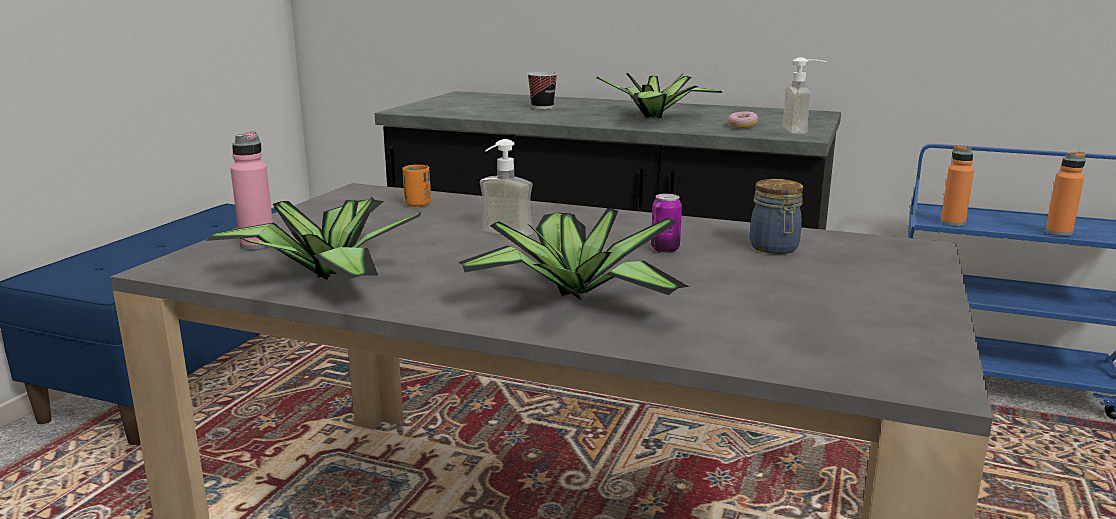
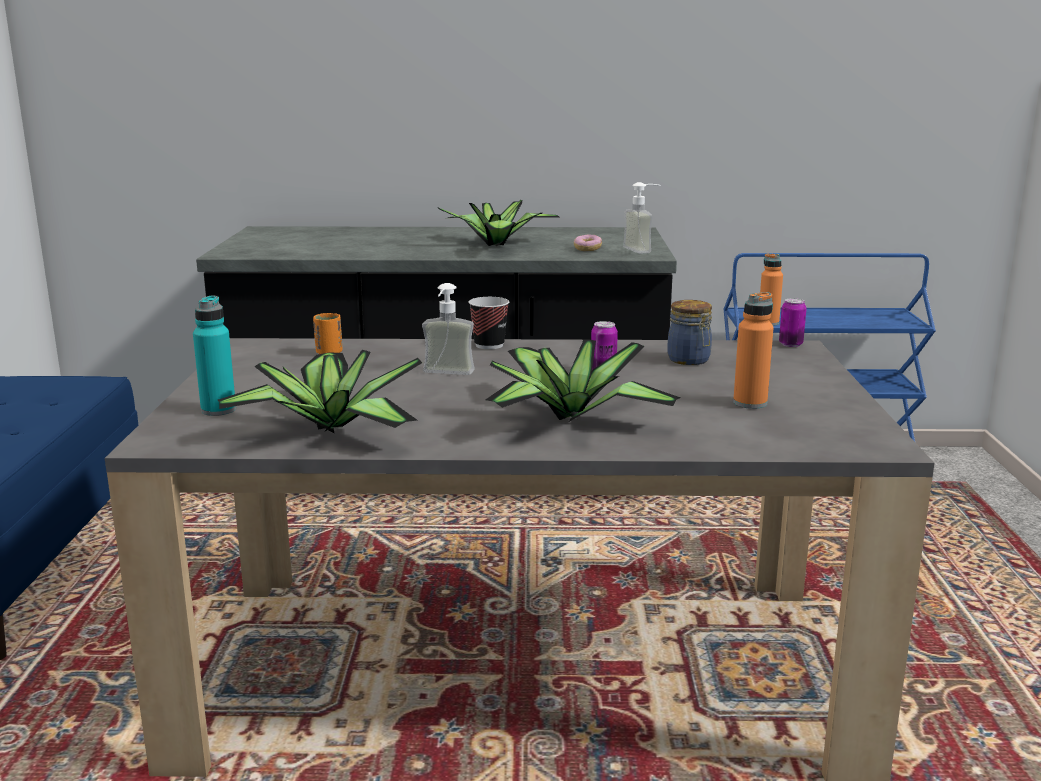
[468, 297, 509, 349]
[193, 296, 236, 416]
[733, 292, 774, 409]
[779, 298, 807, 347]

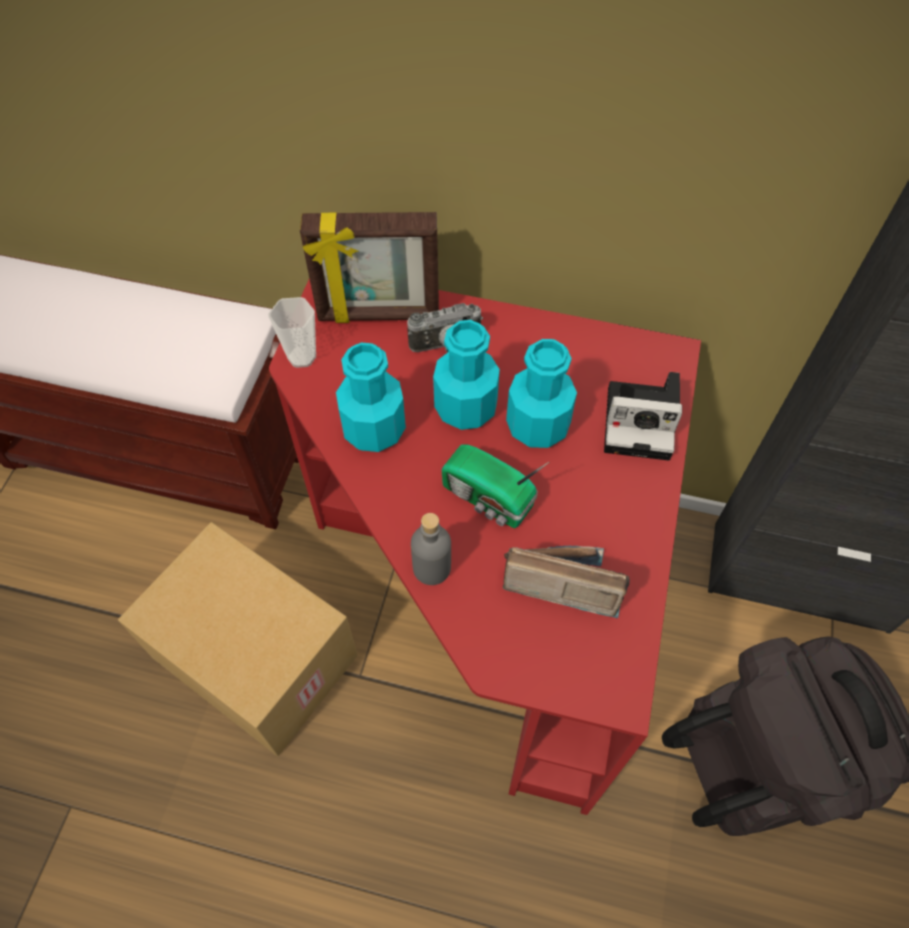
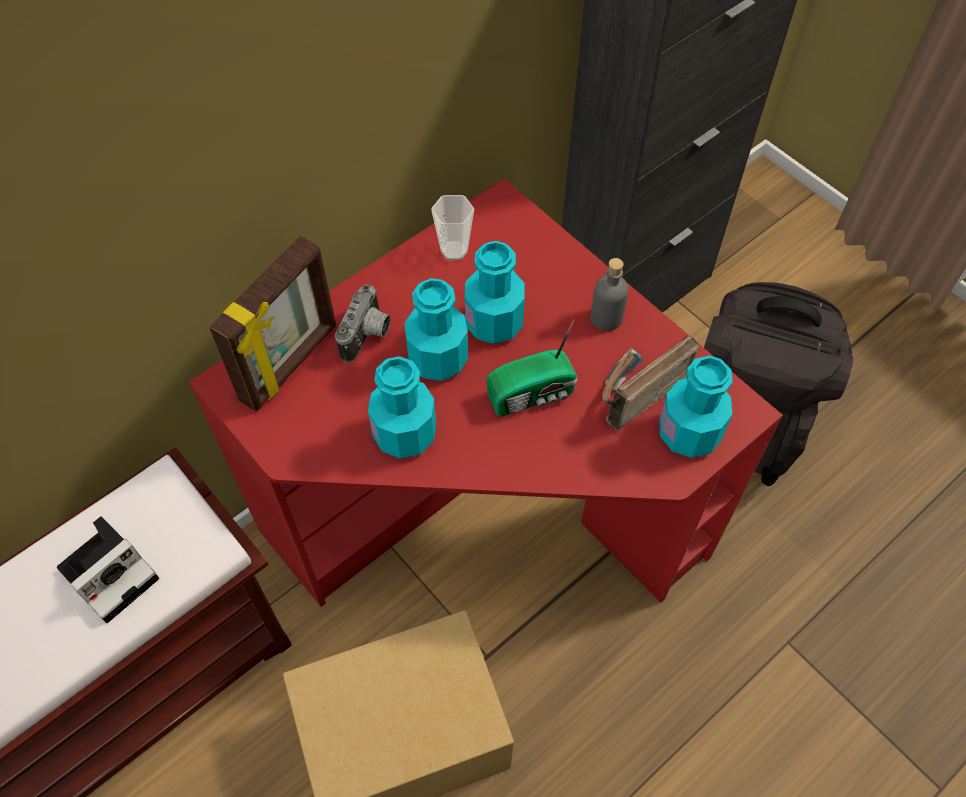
[431, 195, 474, 260]
[56, 516, 159, 623]
[591, 258, 629, 331]
[659, 356, 733, 458]

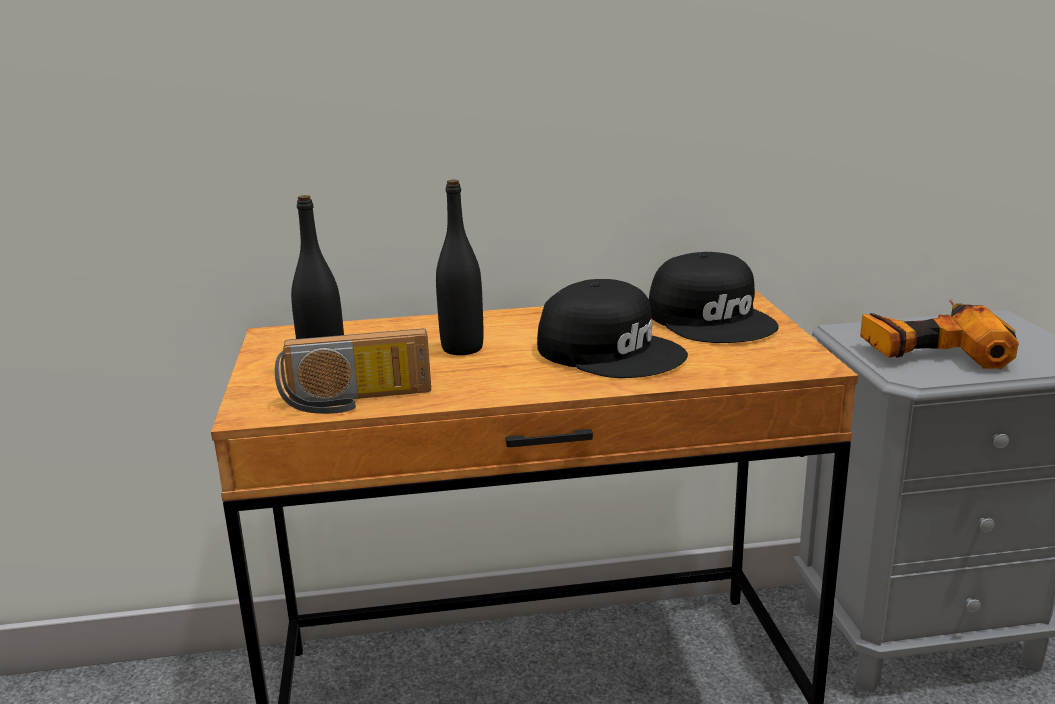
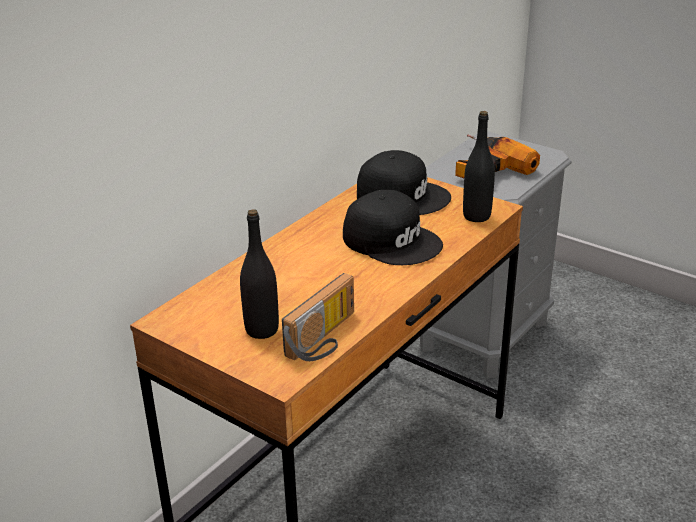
[463, 111, 495, 222]
[343, 190, 443, 265]

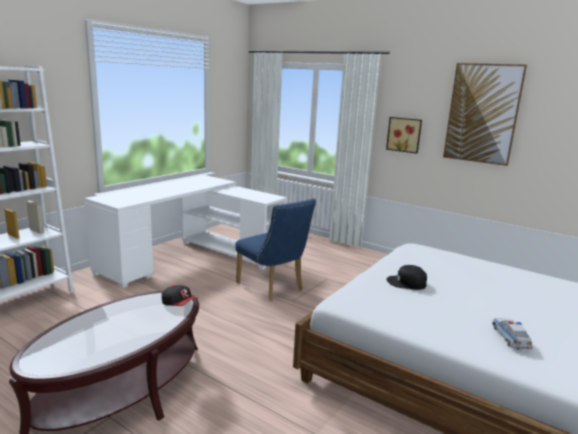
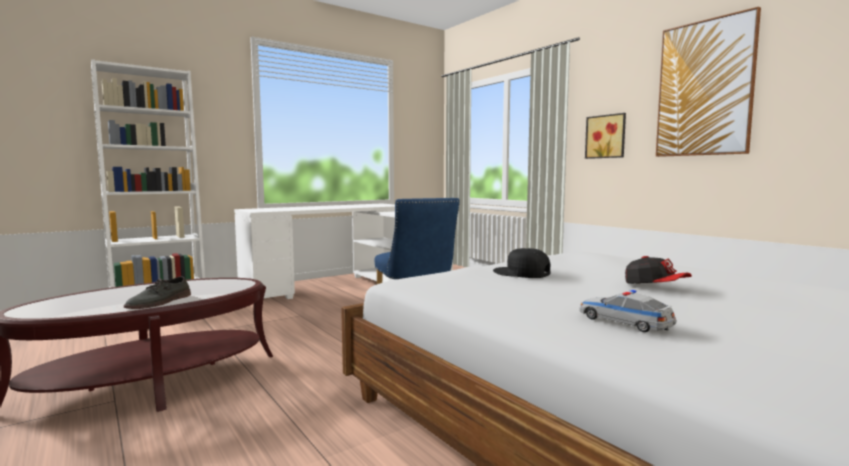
[625, 256, 692, 284]
[580, 290, 677, 332]
[124, 276, 191, 309]

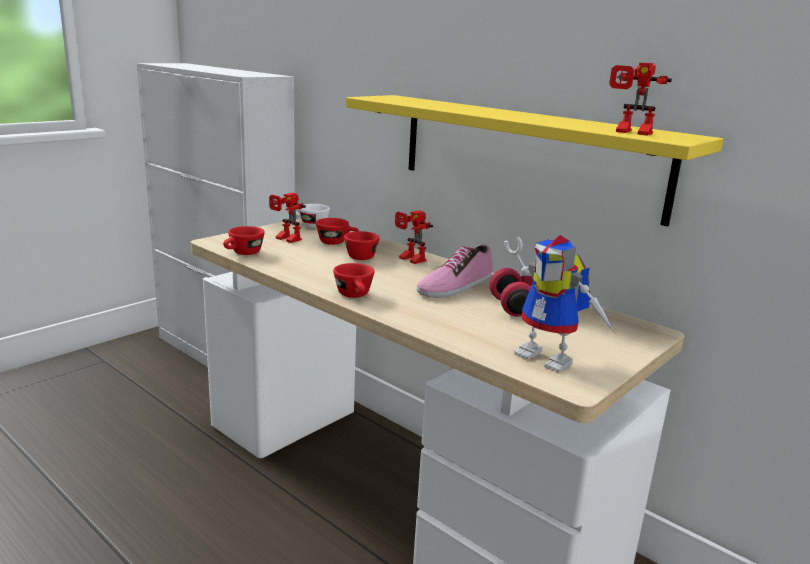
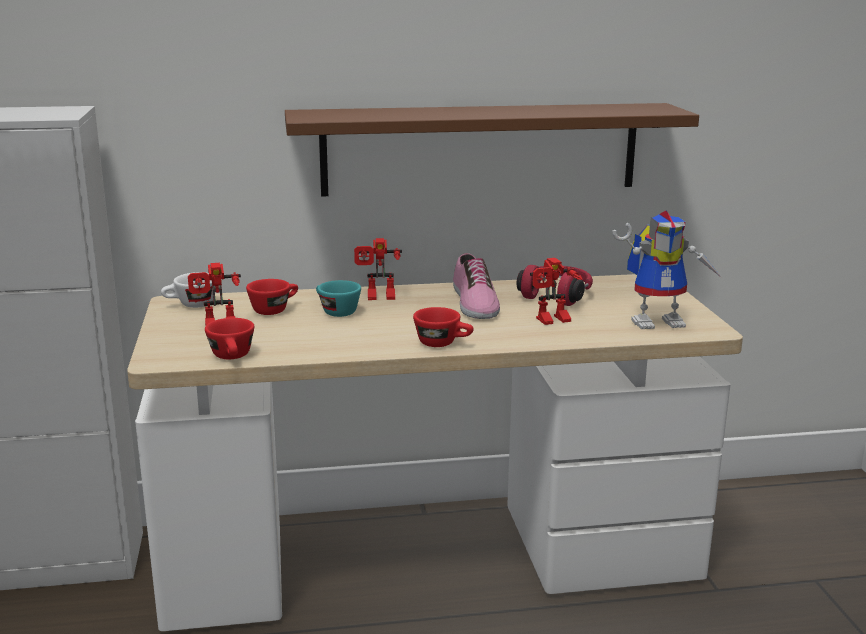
[530, 258, 583, 325]
[285, 103, 699, 197]
[316, 280, 361, 317]

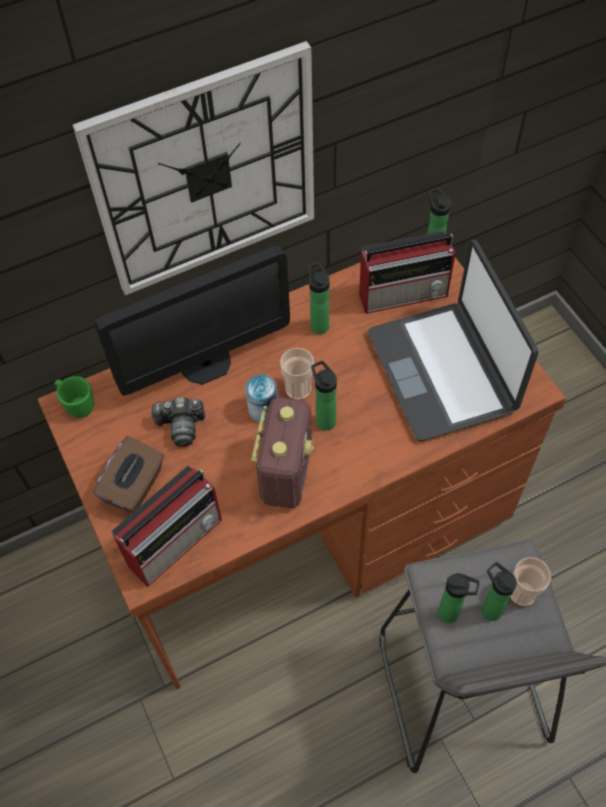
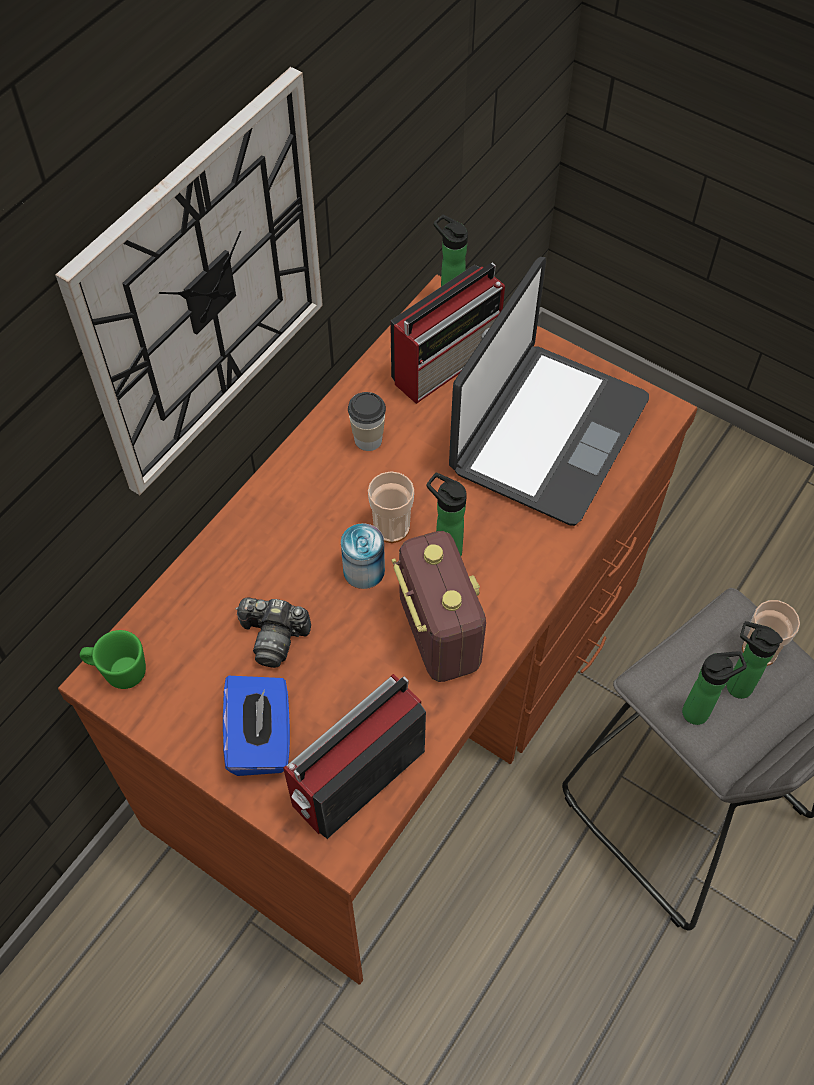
[449, 257, 649, 526]
[95, 245, 290, 396] (first image)
[348, 392, 386, 451]
[235, 598, 311, 668]
[223, 676, 290, 776]
[283, 674, 426, 839]

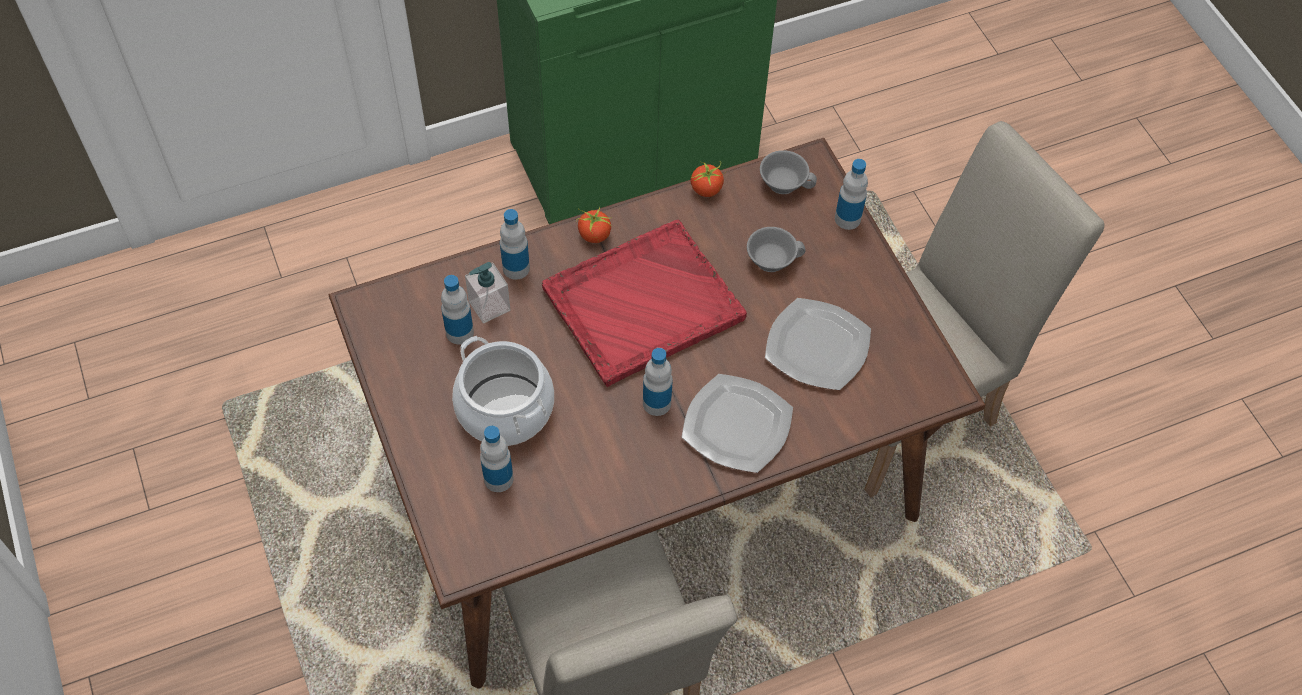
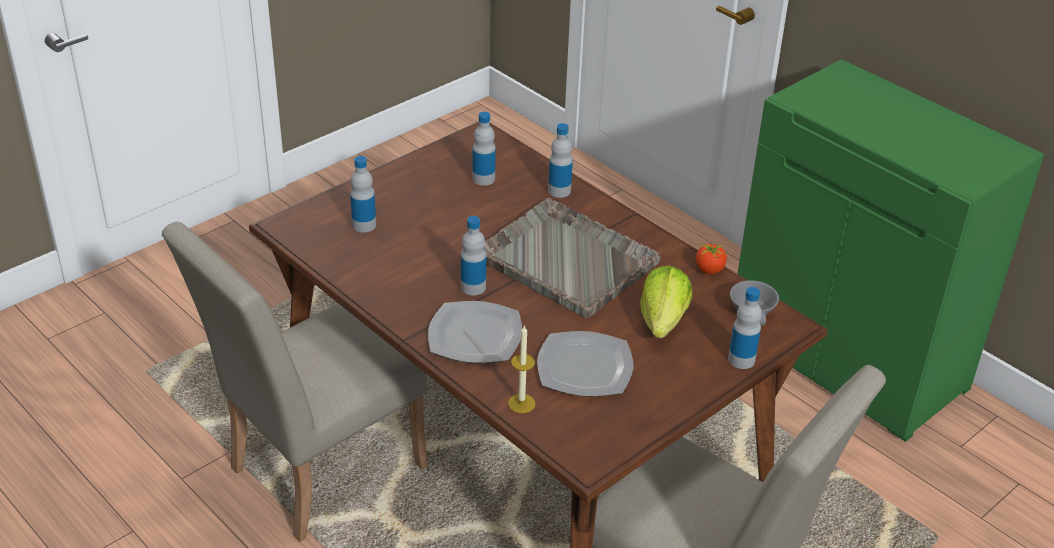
[576, 207, 612, 243] (first image)
[484, 198, 661, 318]
[640, 265, 692, 338]
[465, 262, 511, 324] (first image)
[452, 336, 554, 446] (first image)
[508, 325, 535, 413]

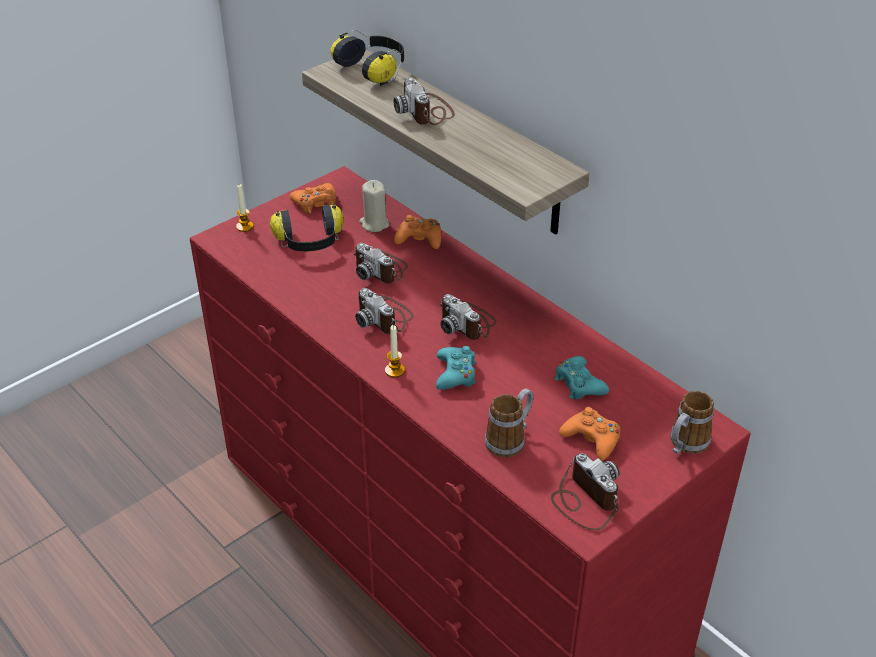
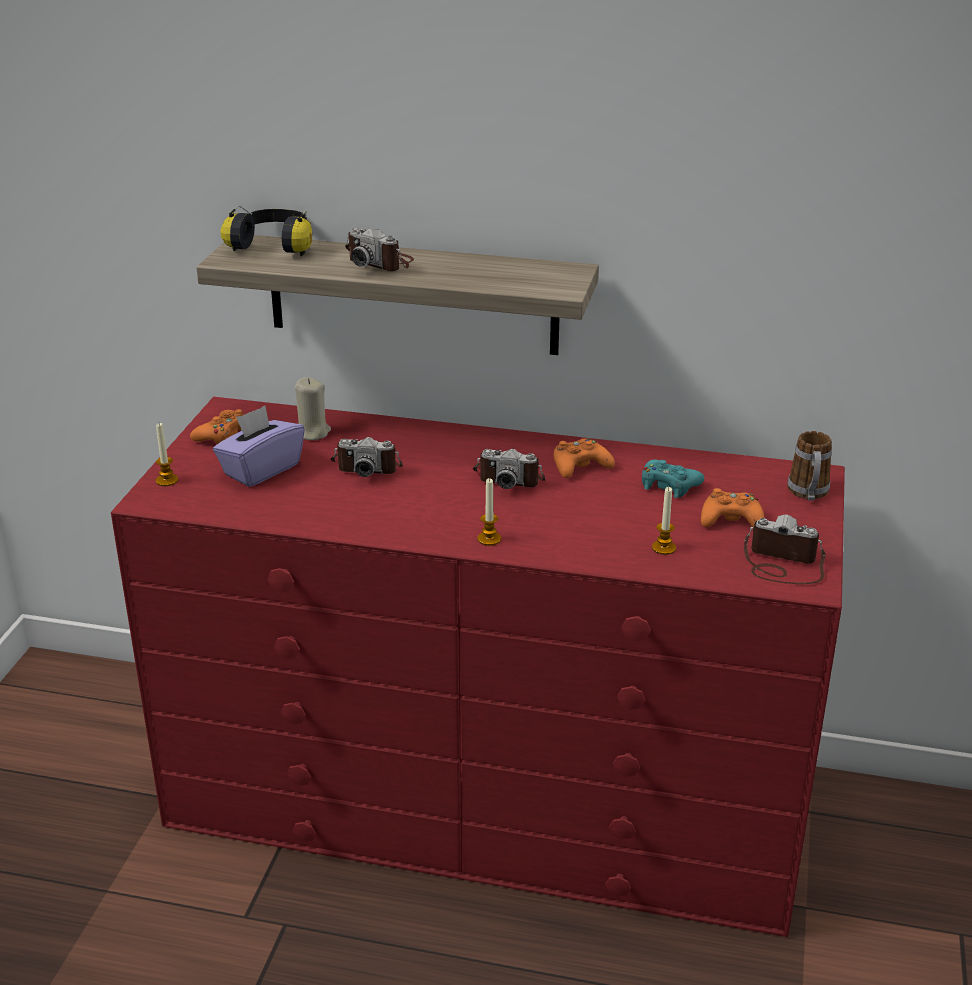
[213, 406, 305, 487]
[554, 438, 615, 478]
[355, 288, 413, 334] (first image)
[436, 346, 476, 390] (first image)
[652, 487, 676, 555]

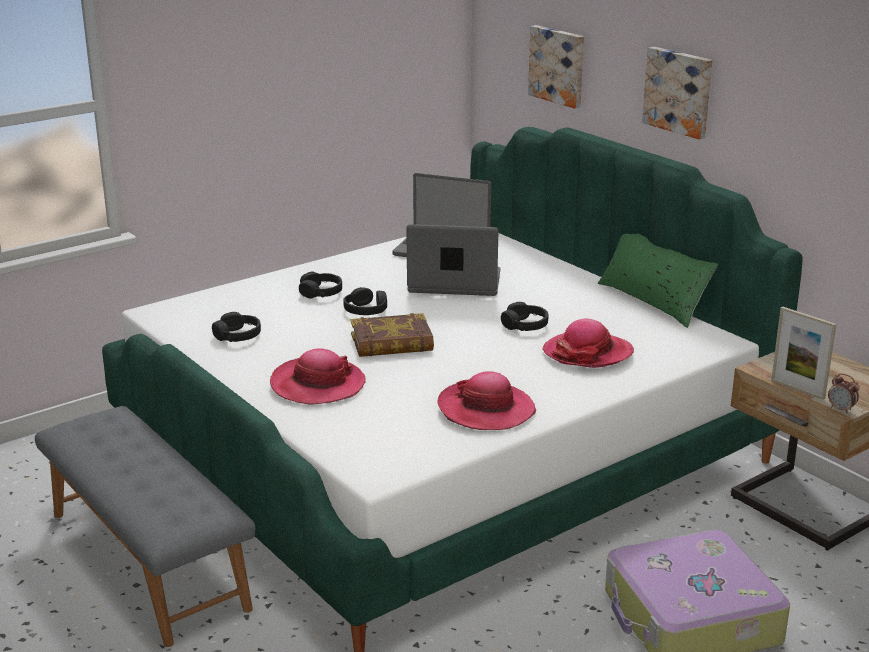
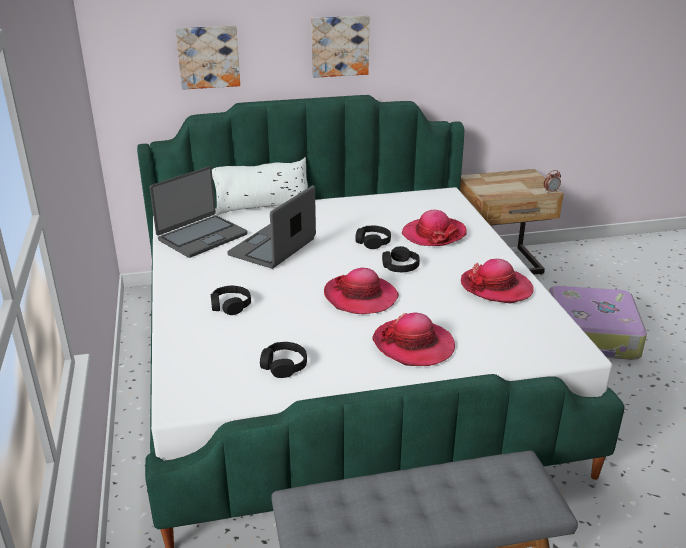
[598, 234, 718, 328] (first image)
[382, 246, 420, 272]
[771, 307, 837, 400] (first image)
[324, 268, 399, 314]
[212, 157, 308, 215]

